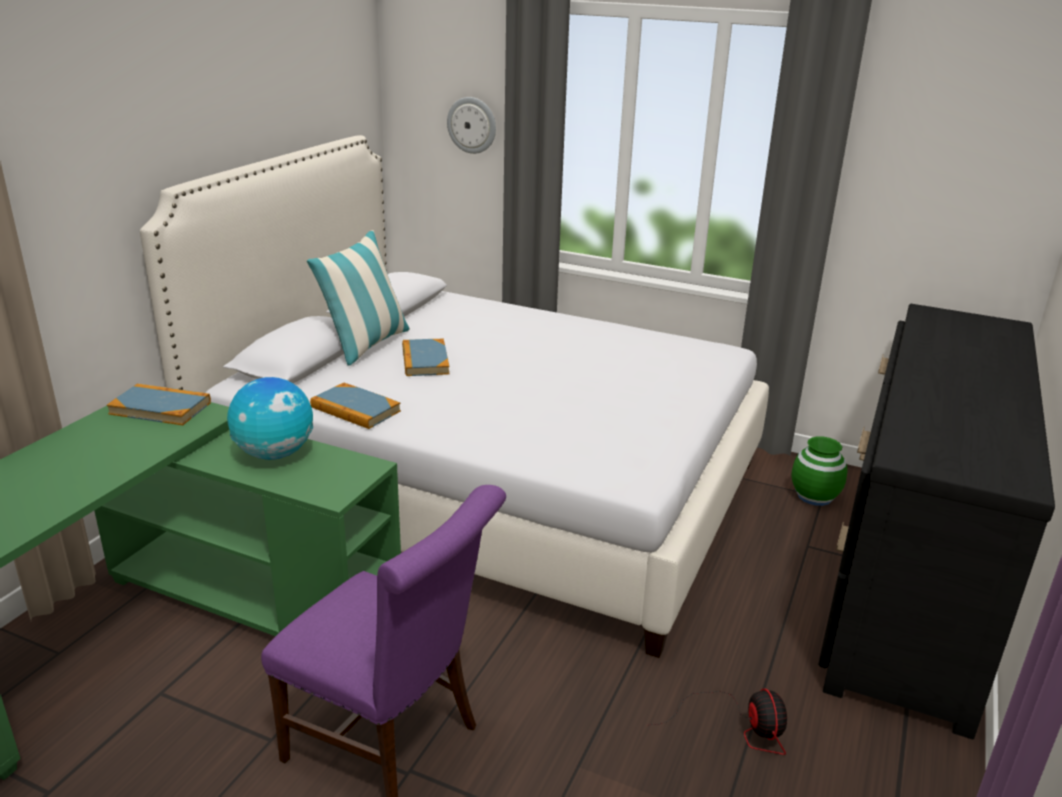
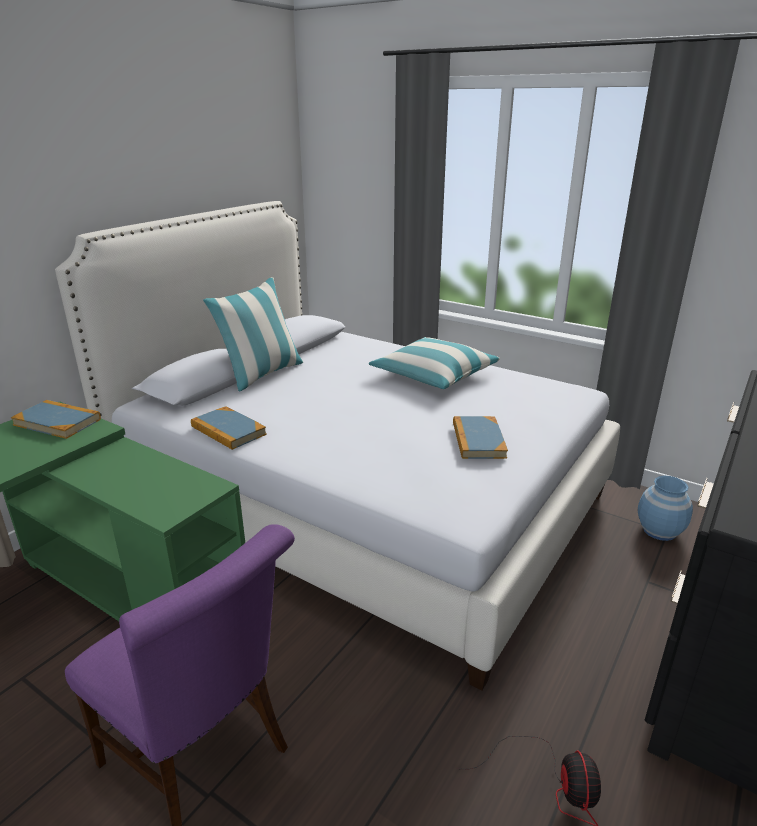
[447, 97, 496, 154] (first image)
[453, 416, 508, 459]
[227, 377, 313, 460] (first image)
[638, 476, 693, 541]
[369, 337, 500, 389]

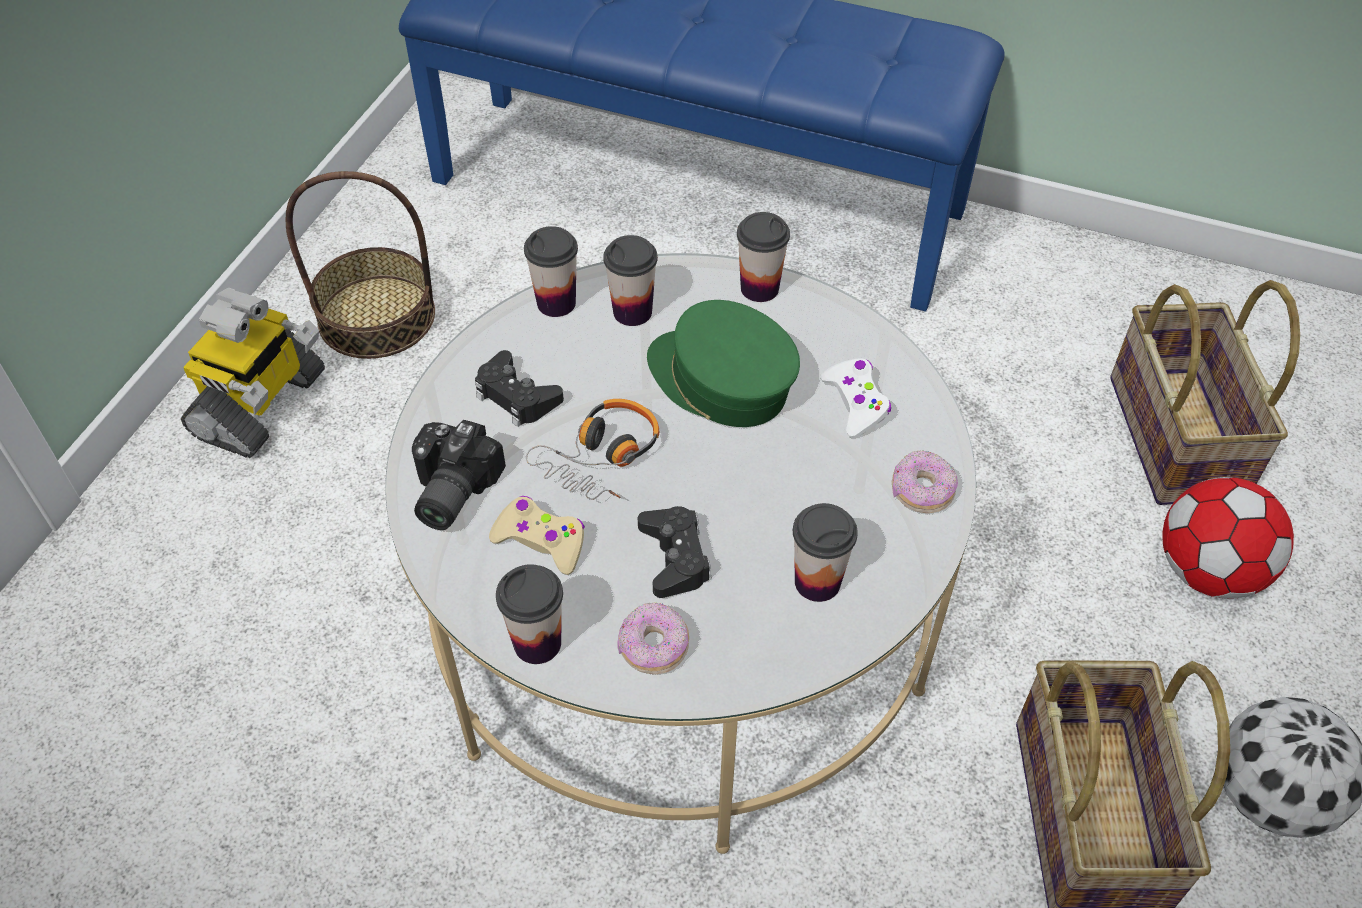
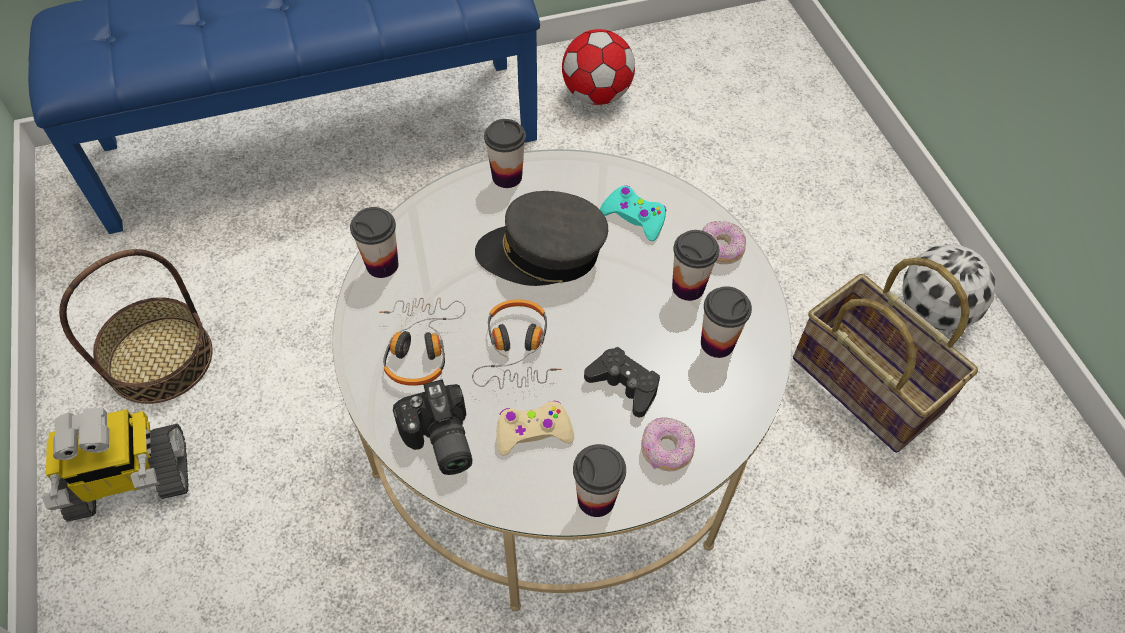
[672, 230, 719, 301]
[1110, 280, 1300, 505] (first image)
[42, 408, 189, 522]
[475, 191, 608, 286]
[379, 297, 466, 386]
[600, 185, 667, 241]
[562, 29, 635, 105]

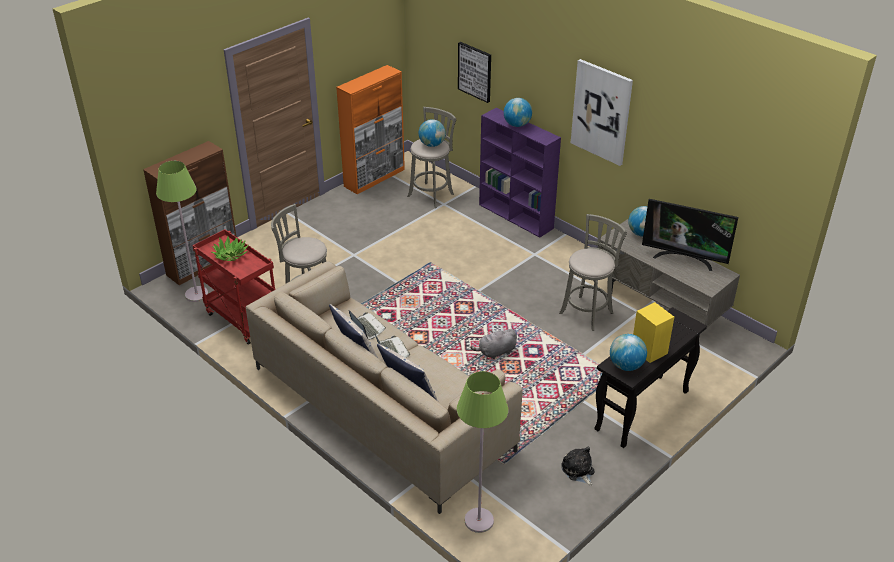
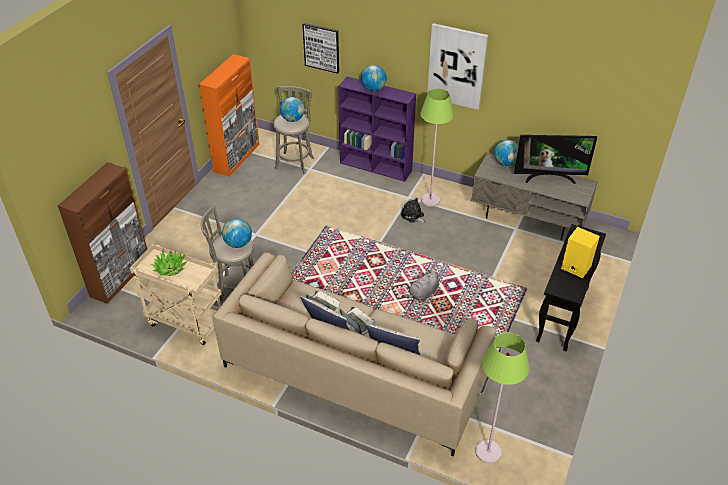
[420, 89, 454, 207]
[559, 214, 627, 331] (first image)
[130, 244, 222, 345]
[222, 218, 252, 248]
[401, 198, 426, 223]

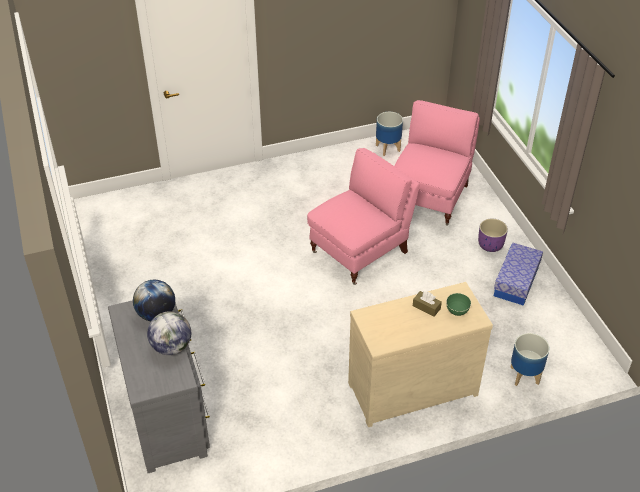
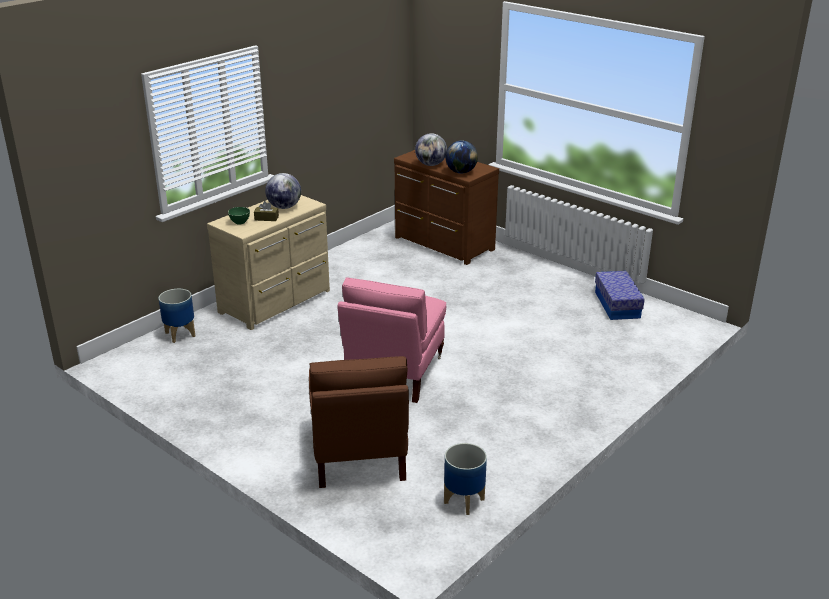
[309, 356, 409, 488]
[478, 219, 508, 252] (first image)
[595, 271, 645, 320]
[394, 150, 499, 265]
[265, 173, 301, 209]

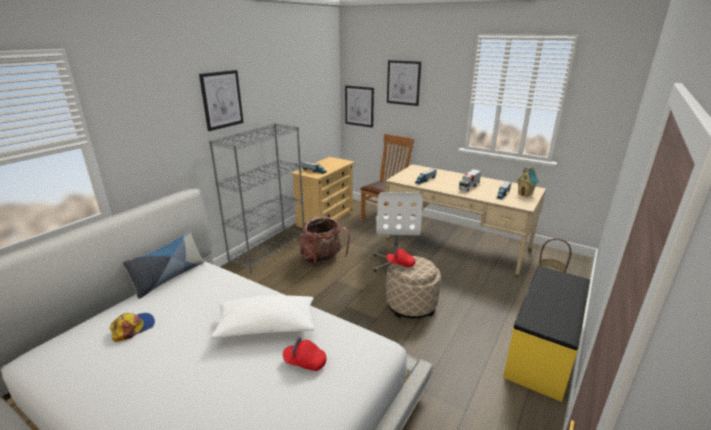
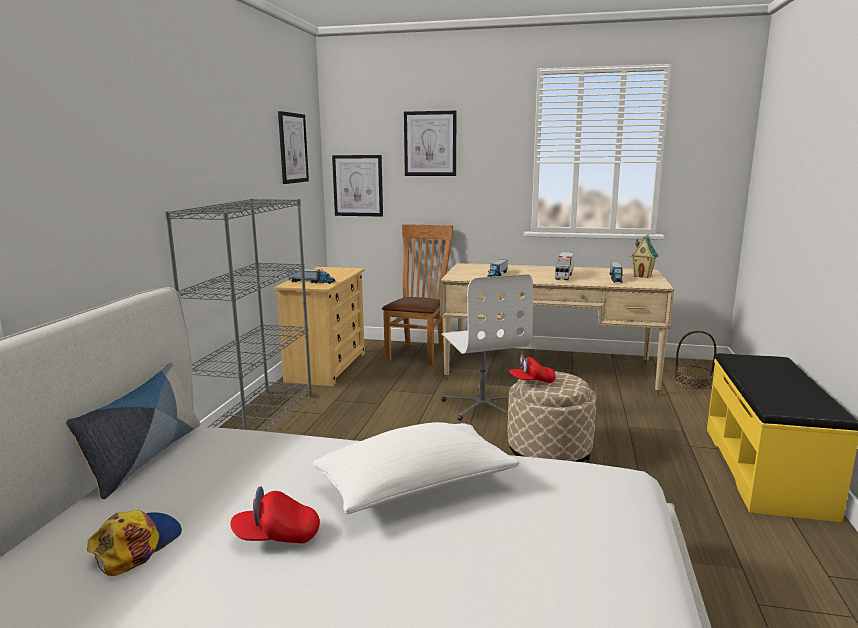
[278, 111, 309, 184]
[300, 216, 350, 267] (first image)
[230, 486, 320, 544]

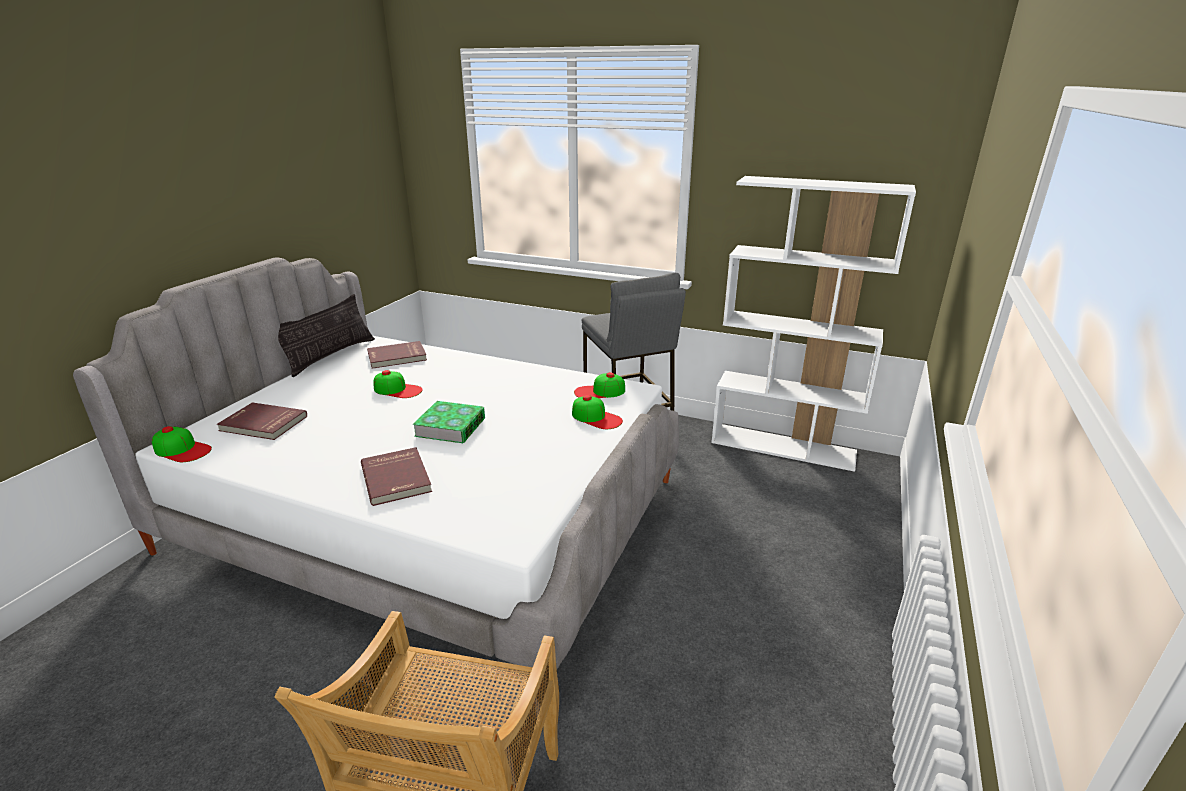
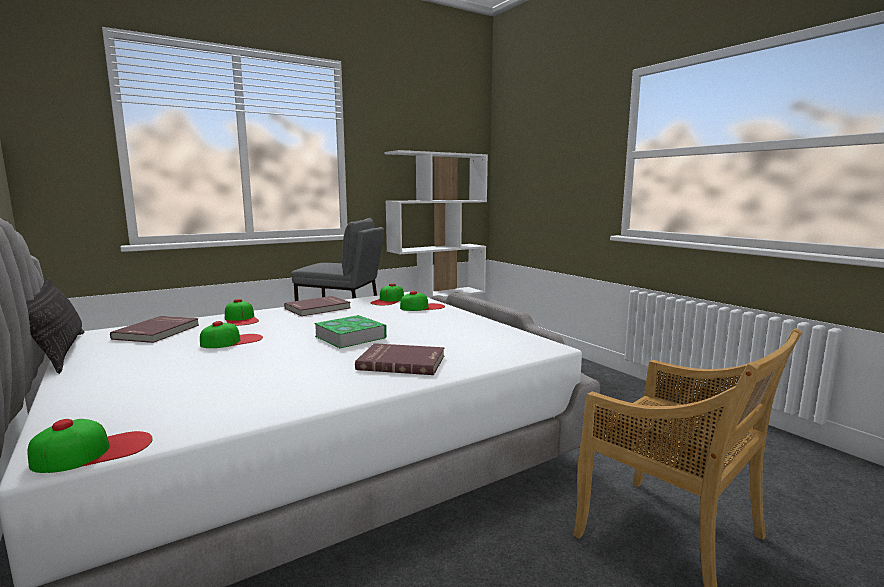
[284, 296, 351, 316]
[225, 299, 259, 326]

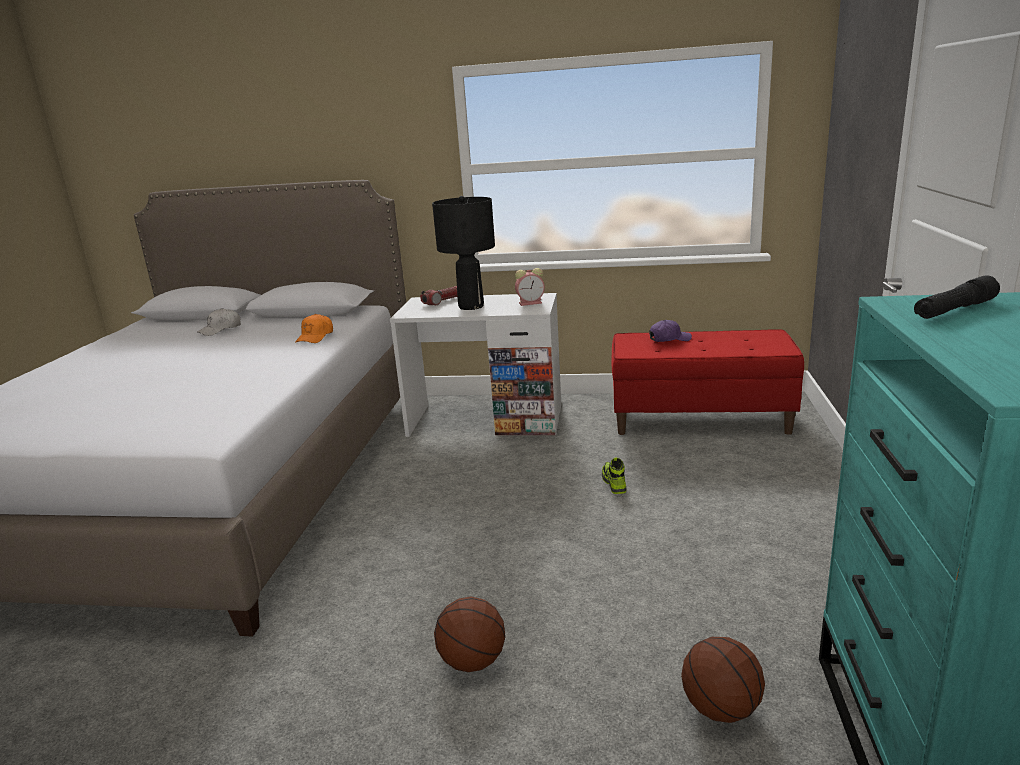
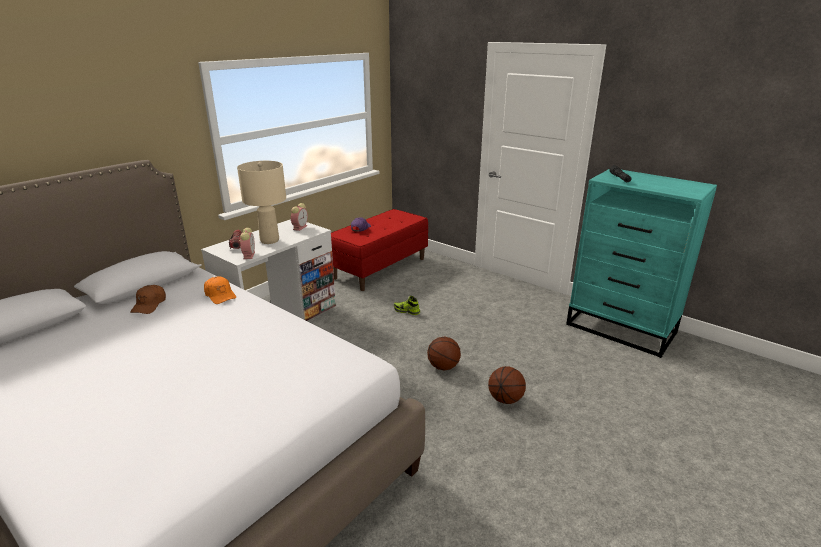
[237, 161, 286, 244]
[197, 308, 241, 336] (first image)
[427, 337, 461, 370]
[239, 228, 255, 259]
[130, 285, 166, 314]

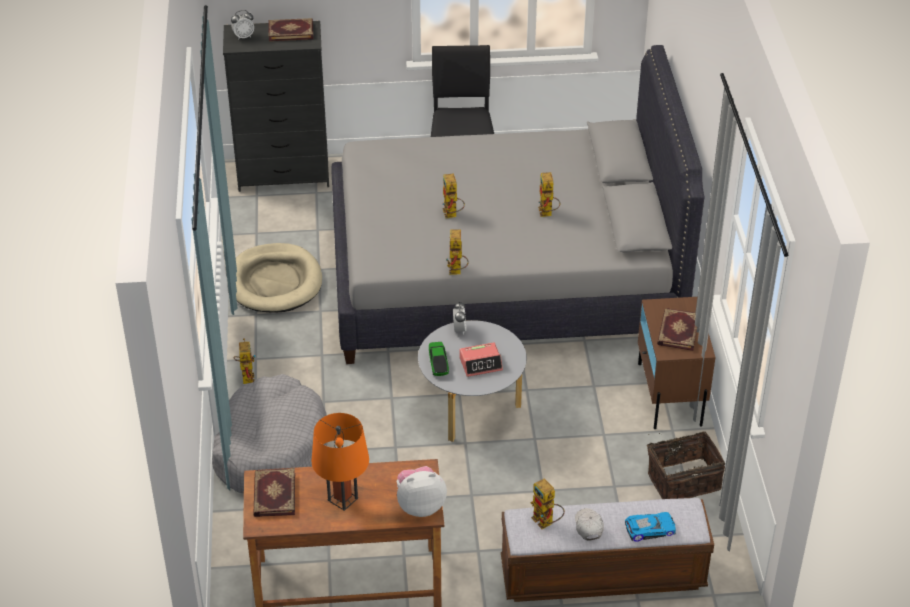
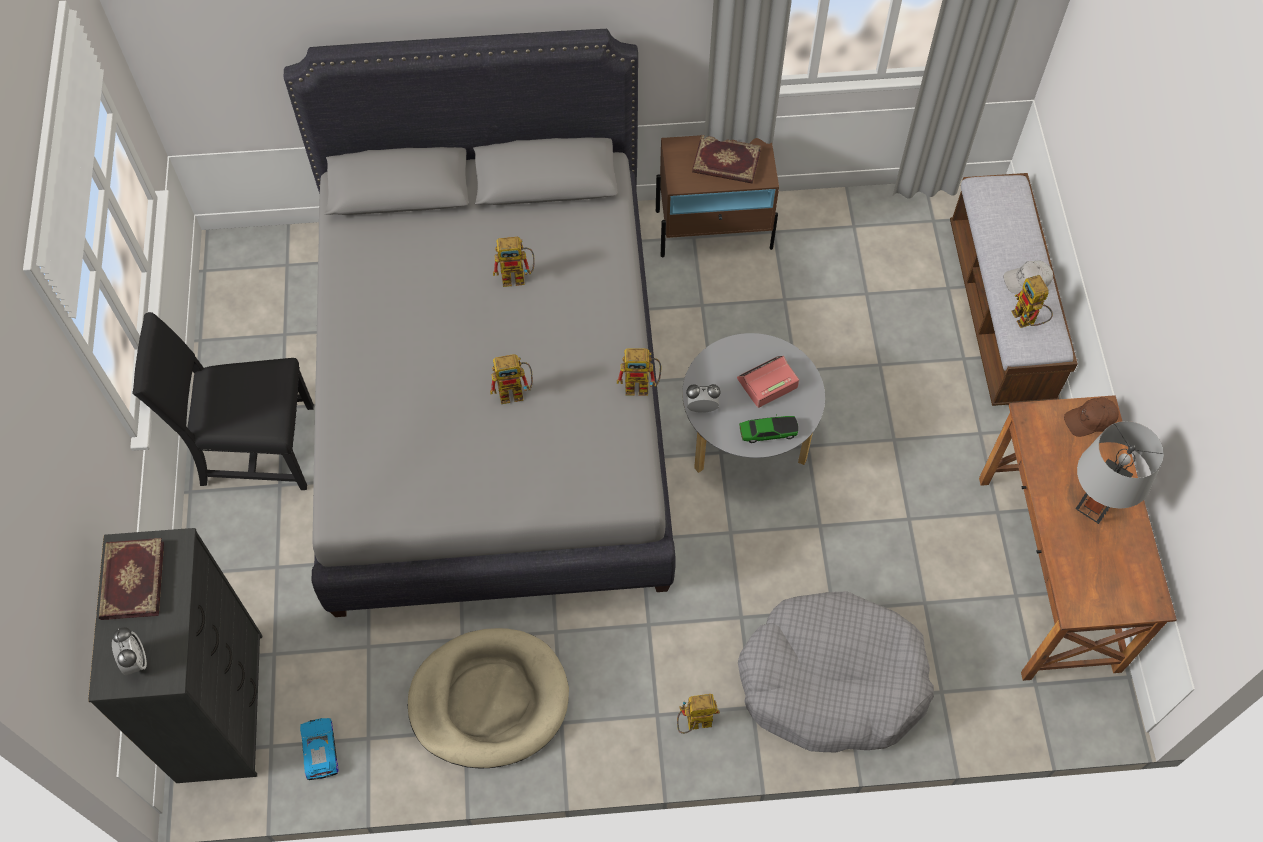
[737, 356, 799, 408]
[1075, 421, 1164, 524]
[647, 431, 725, 499] (first image)
[1064, 397, 1119, 437]
[253, 468, 295, 517] (first image)
[1011, 275, 1053, 328]
[300, 718, 339, 780]

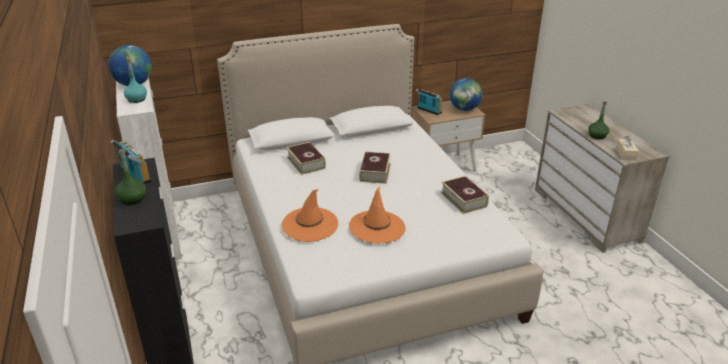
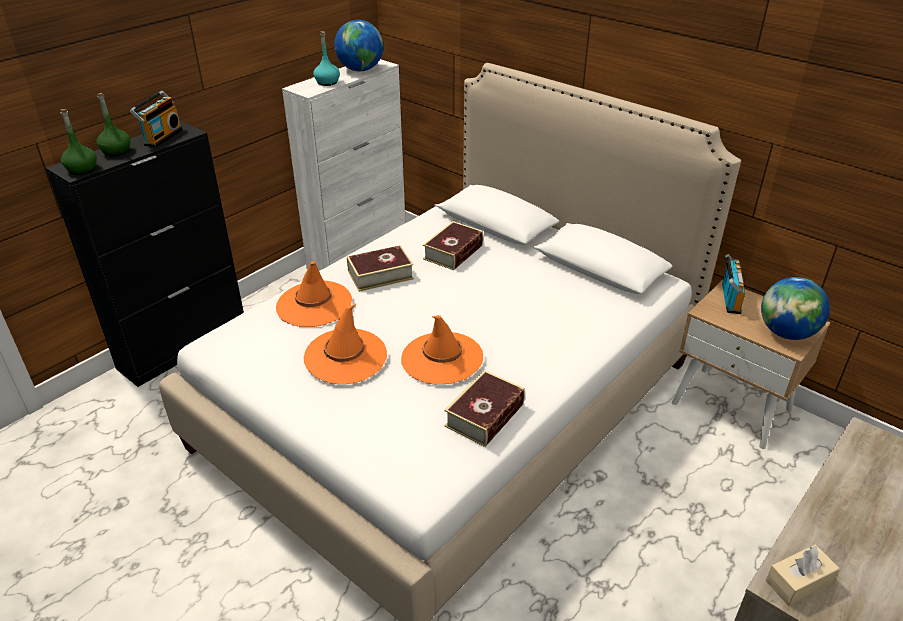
[60, 109, 97, 175]
[347, 245, 414, 292]
[401, 315, 483, 384]

